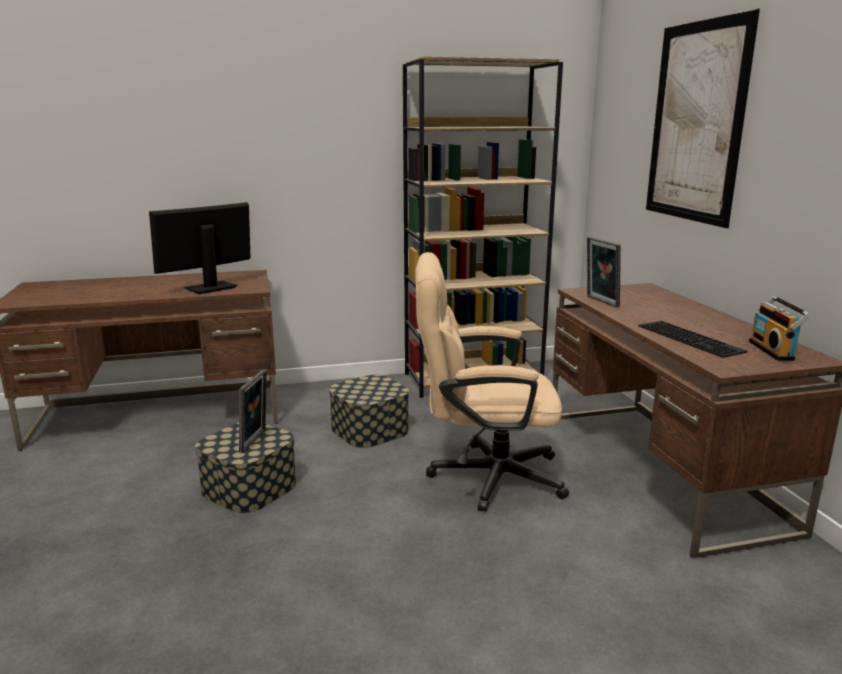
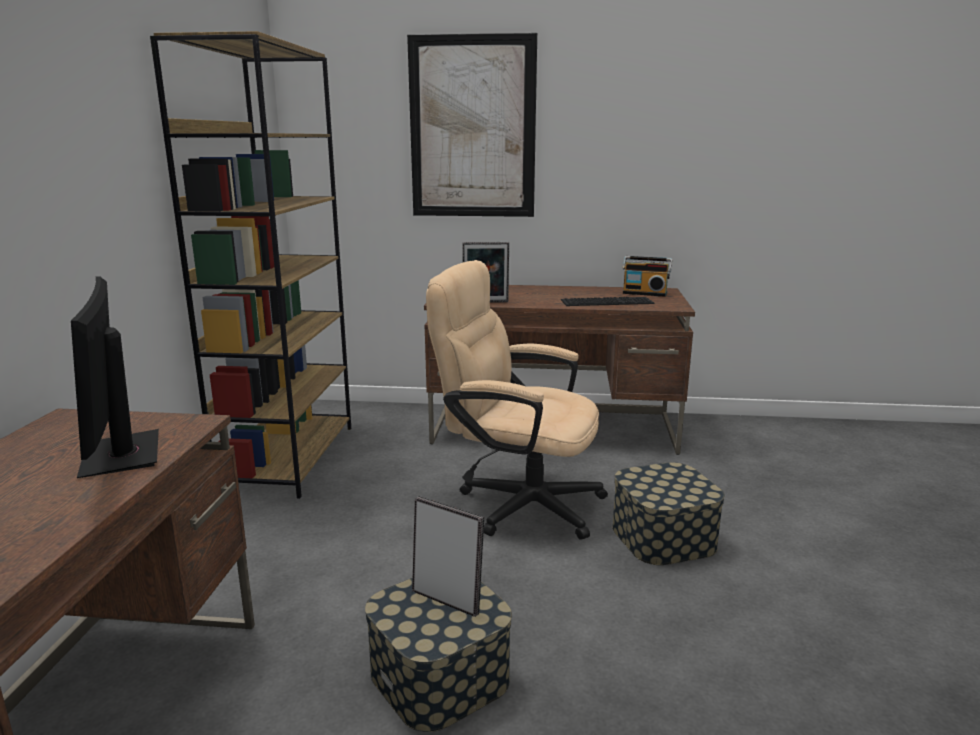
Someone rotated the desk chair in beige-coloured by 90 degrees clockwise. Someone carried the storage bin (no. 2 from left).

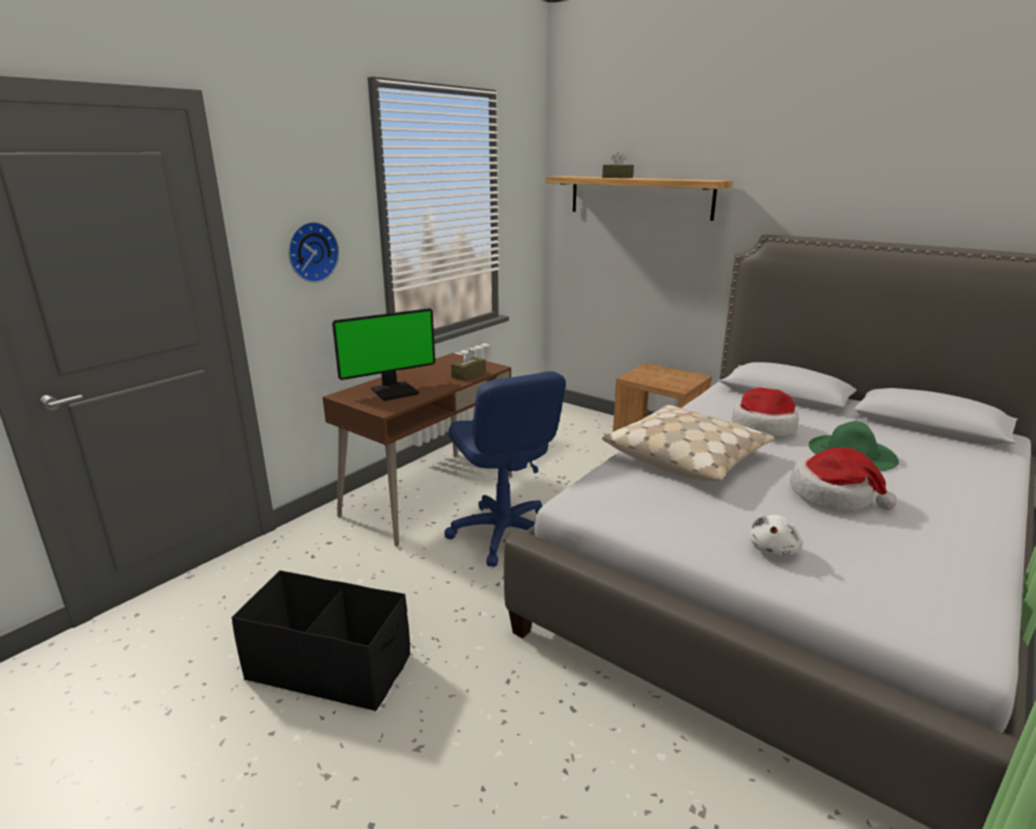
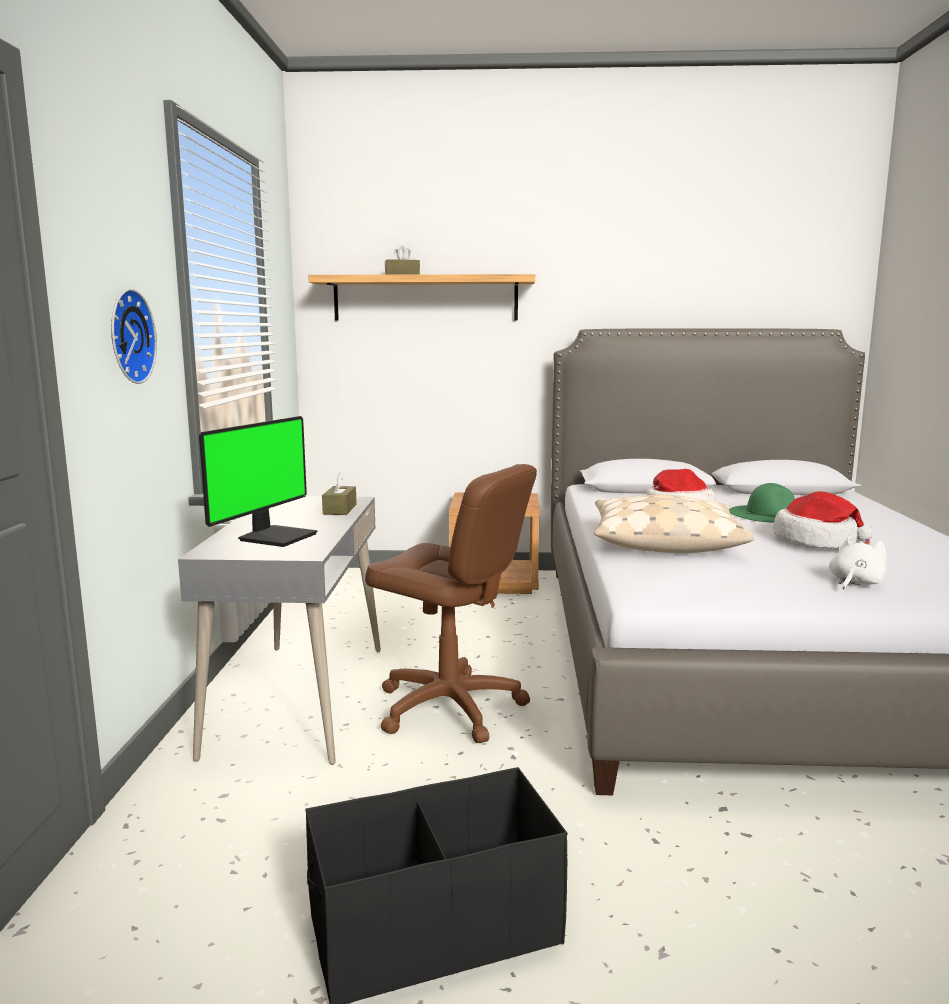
Someone repainted the desk table in brownish, which became the desk table in grey. Someone repainted the desk chair in bluish, which became the desk chair in brownish. Someone rotated the soft toy in white by 135 degrees counterclockwise.

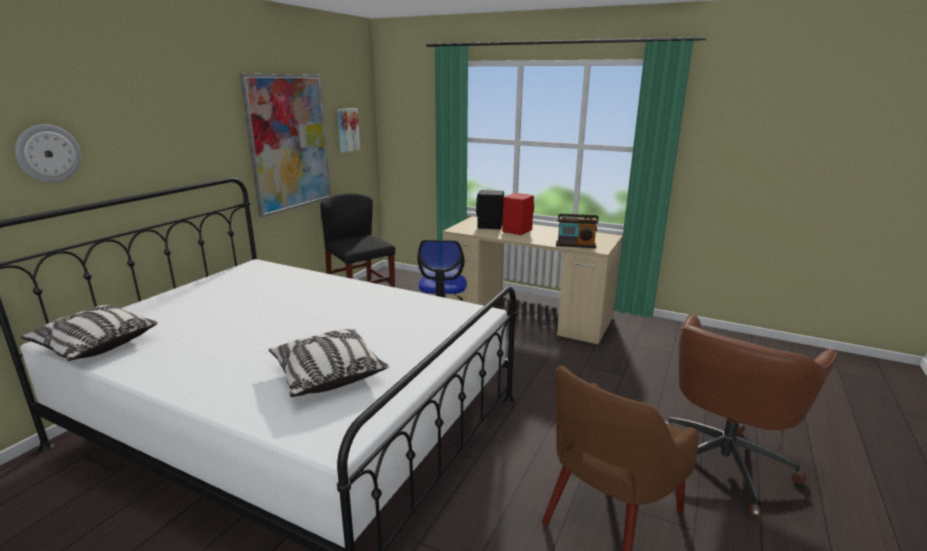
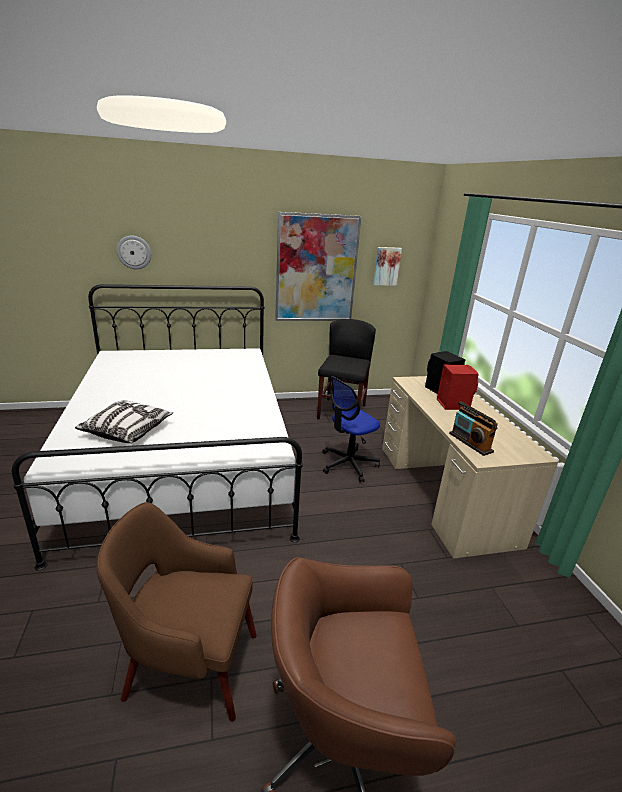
Someone took away the cushion (no. 1 from left).

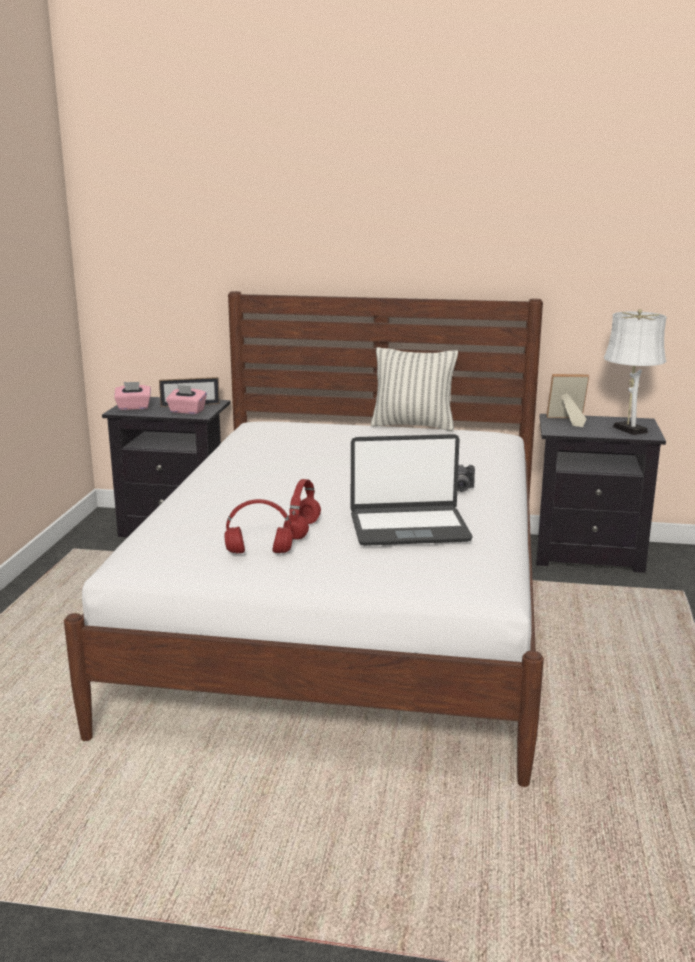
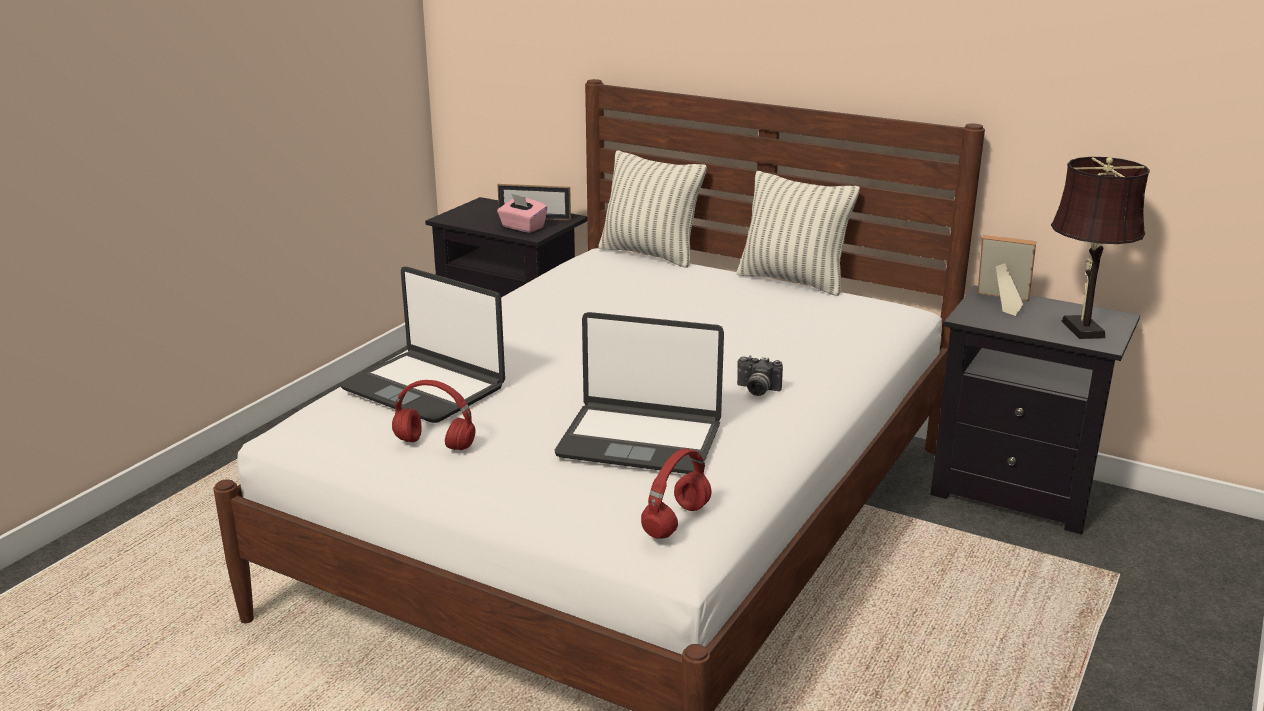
Someone repainted the table lamp in white, which became the table lamp in brownish. Someone took away the box of tissues in pink-coloured (no. 1 from left). Someone carried the headset in red (no. 2 from left). Someone put down the cushion (no. 1 from left). Someone put down the laptop (no. 1 from left).

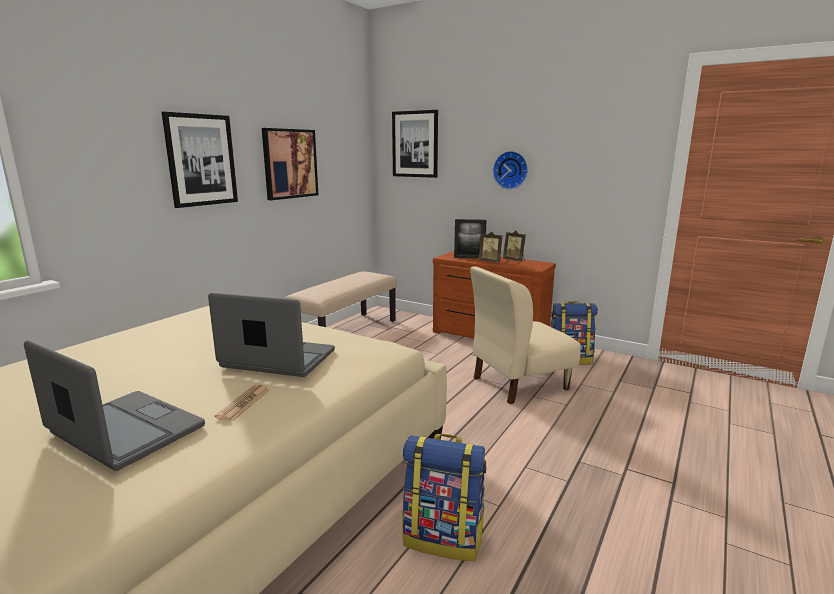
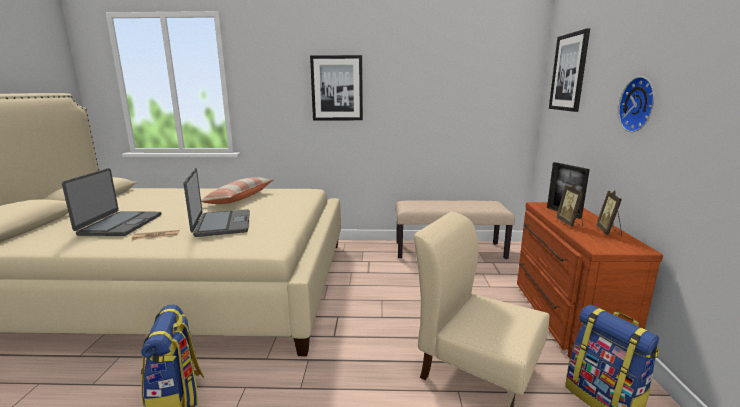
Someone took away the wall art (no. 2 from left). Someone put down the cushion.

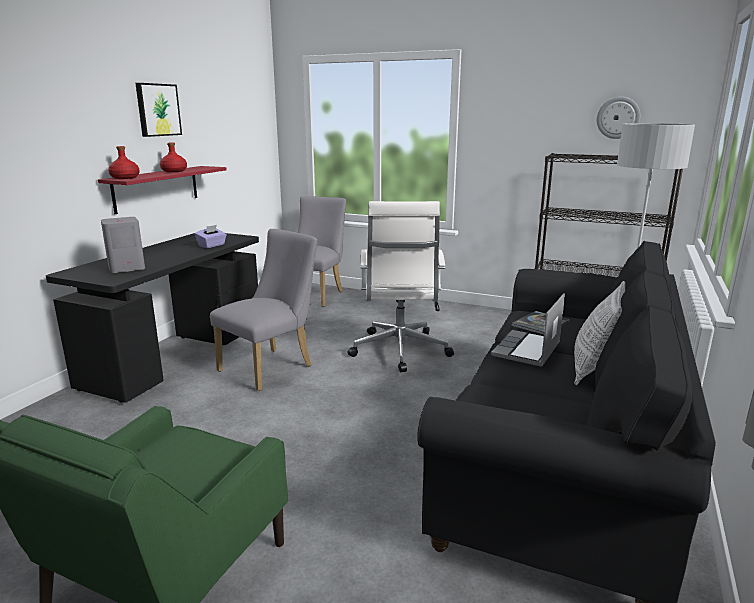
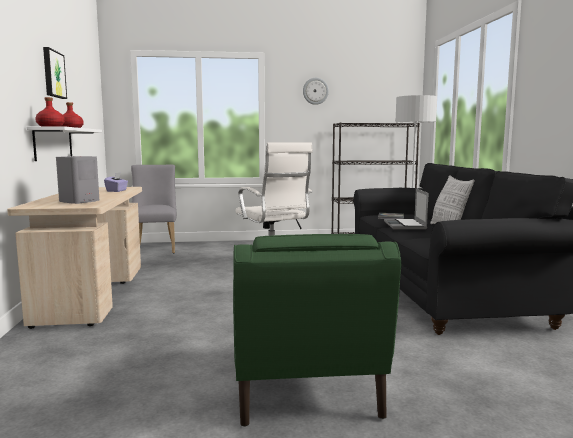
Someone carried the hanging clock. Someone repainted the bracket shelf in red, which became the bracket shelf in white. Someone took away the chair in grey (no. 1 from left). Someone repainted the desk table in black-coloured, which became the desk table in beige-coloured.

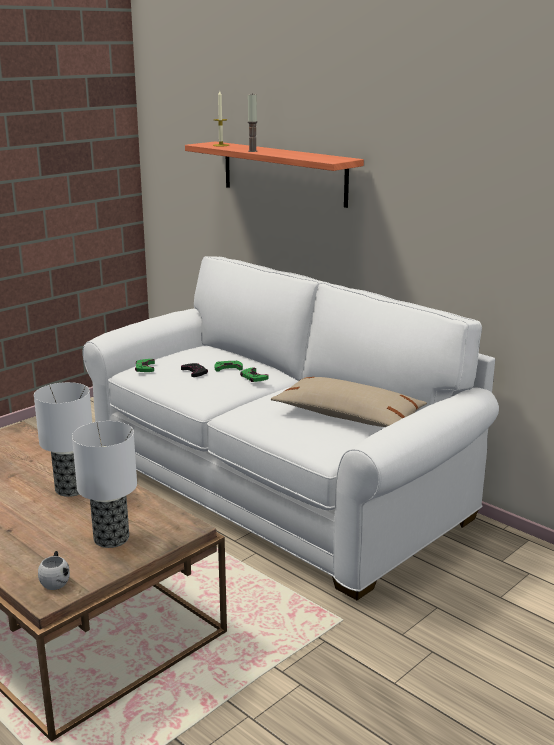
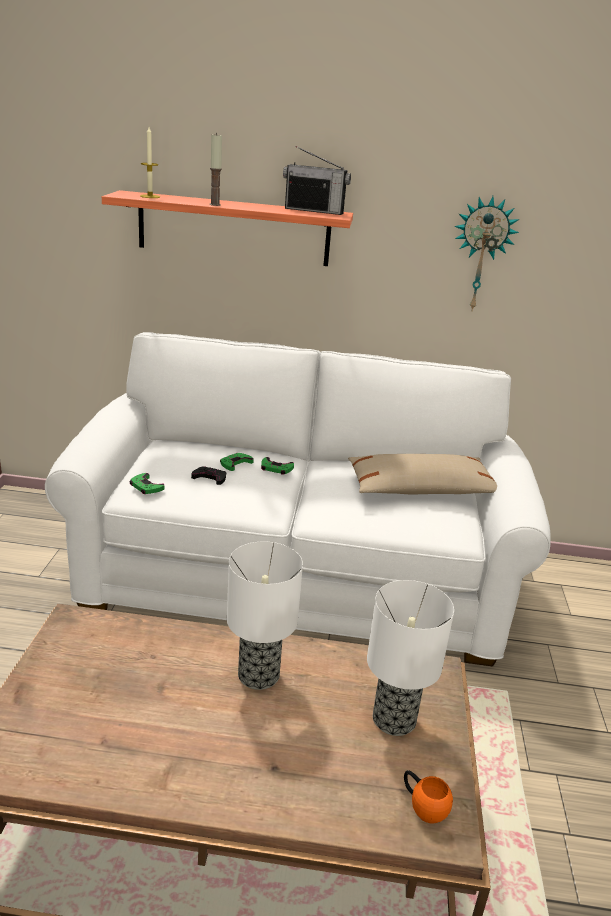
Someone repainted the coffee mug in white, which became the coffee mug in orangey. Someone put down the radio receiver. Someone put up the hanging clock.

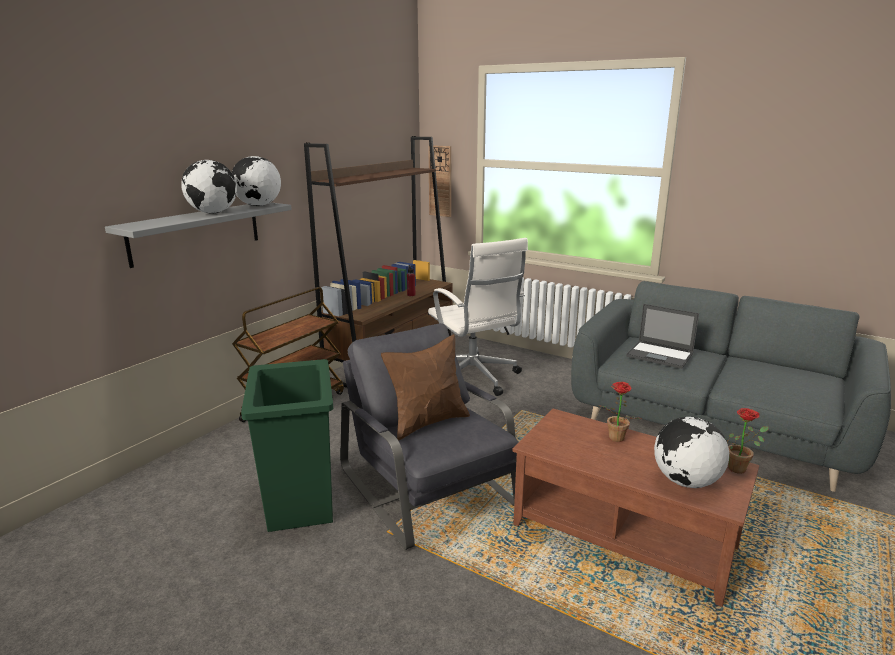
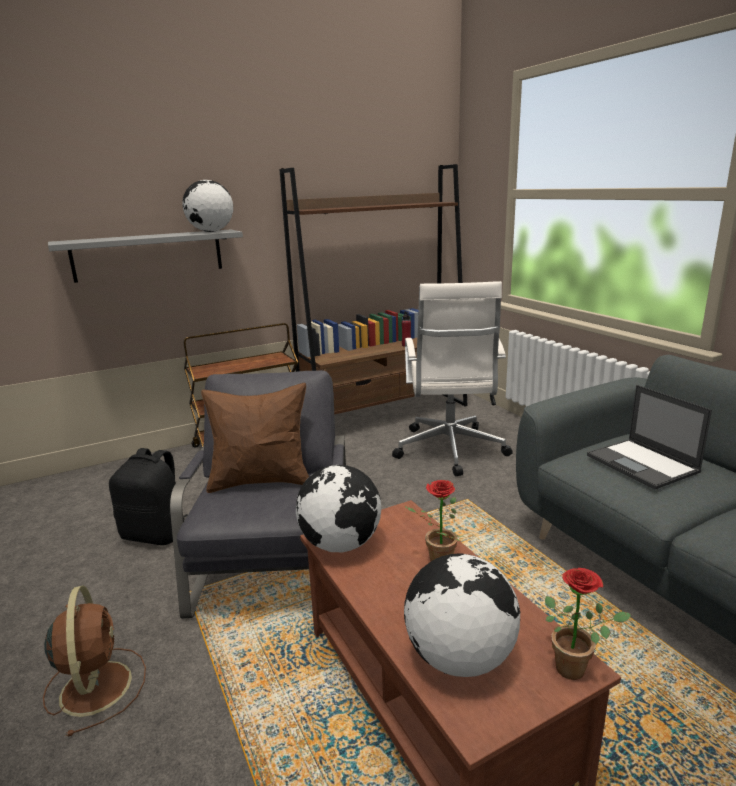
Someone took away the hanging clock. Someone carried the world globe (no. 1 from left in the first image). Someone swapped the waste bin in green-coloured for the rucksack in black-coloured. Someone put down the cooling fan in brownish.

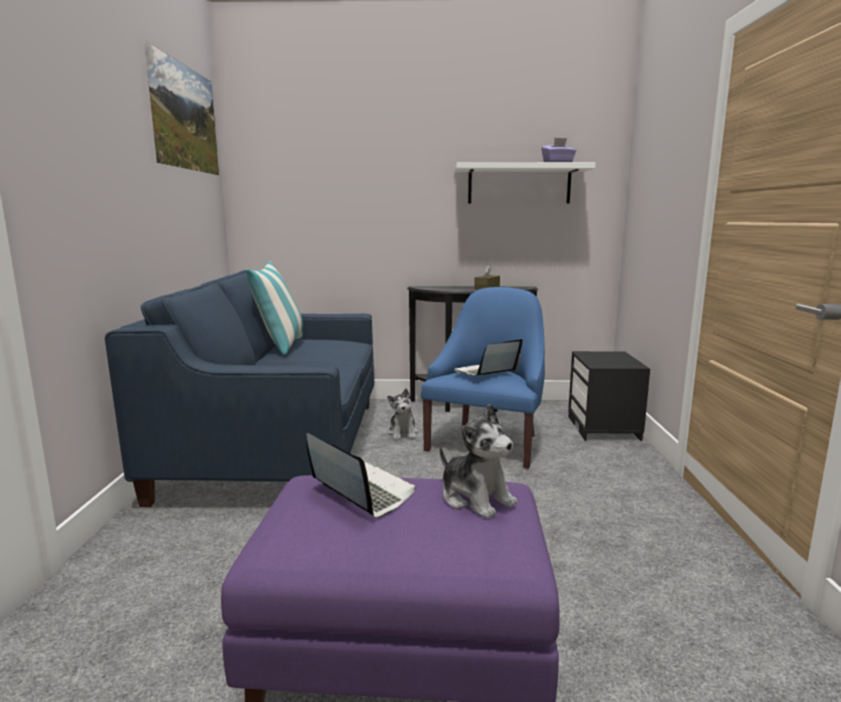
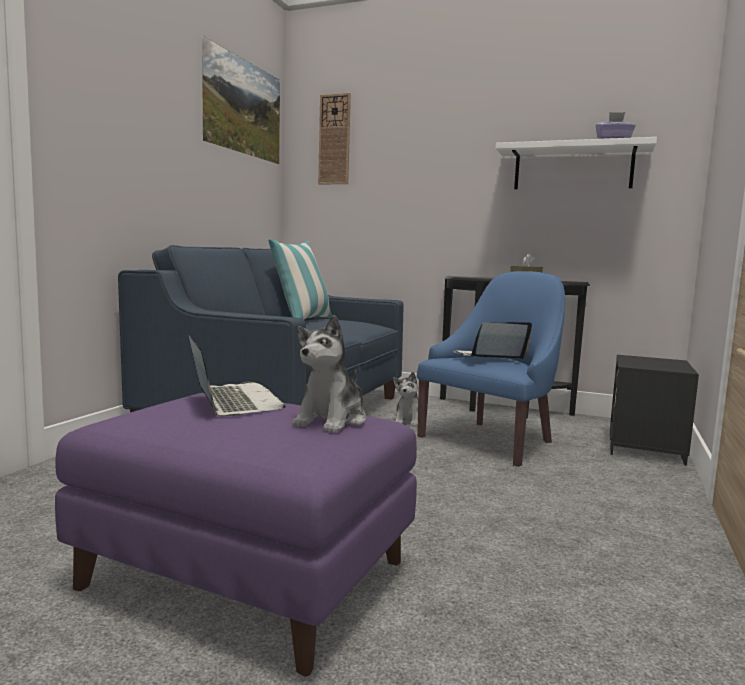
Someone rotated the soft toy (no. 2 from left in the first image) by 45 degrees clockwise. Someone put up the hanging clock.

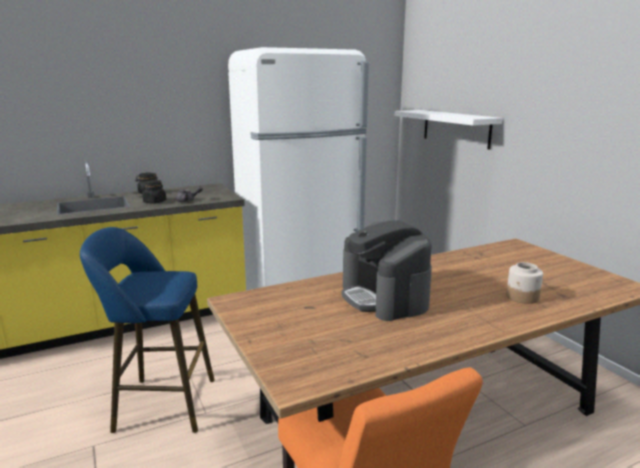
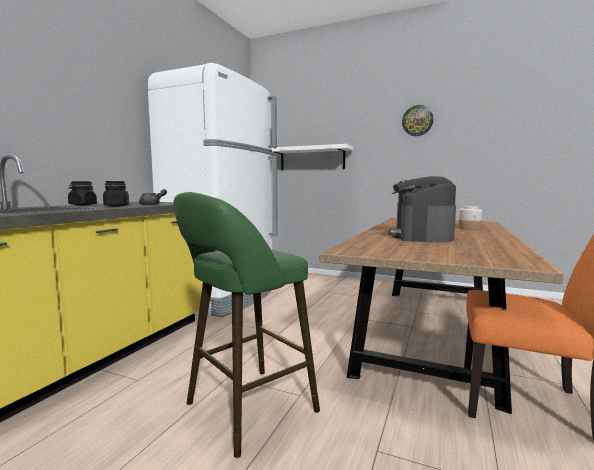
Someone rotated the coffee maker by 75 degrees clockwise. Someone repainted the stool seat in bluish, which became the stool seat in green-coloured. Someone put up the hanging clock.

